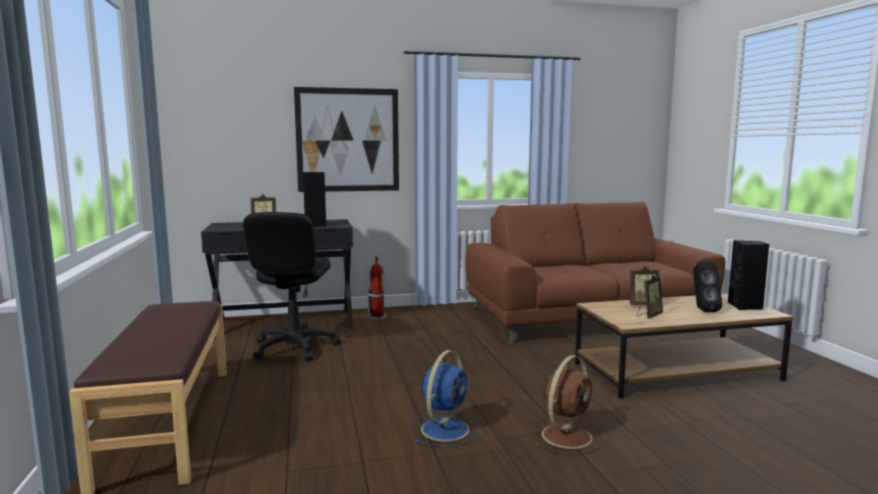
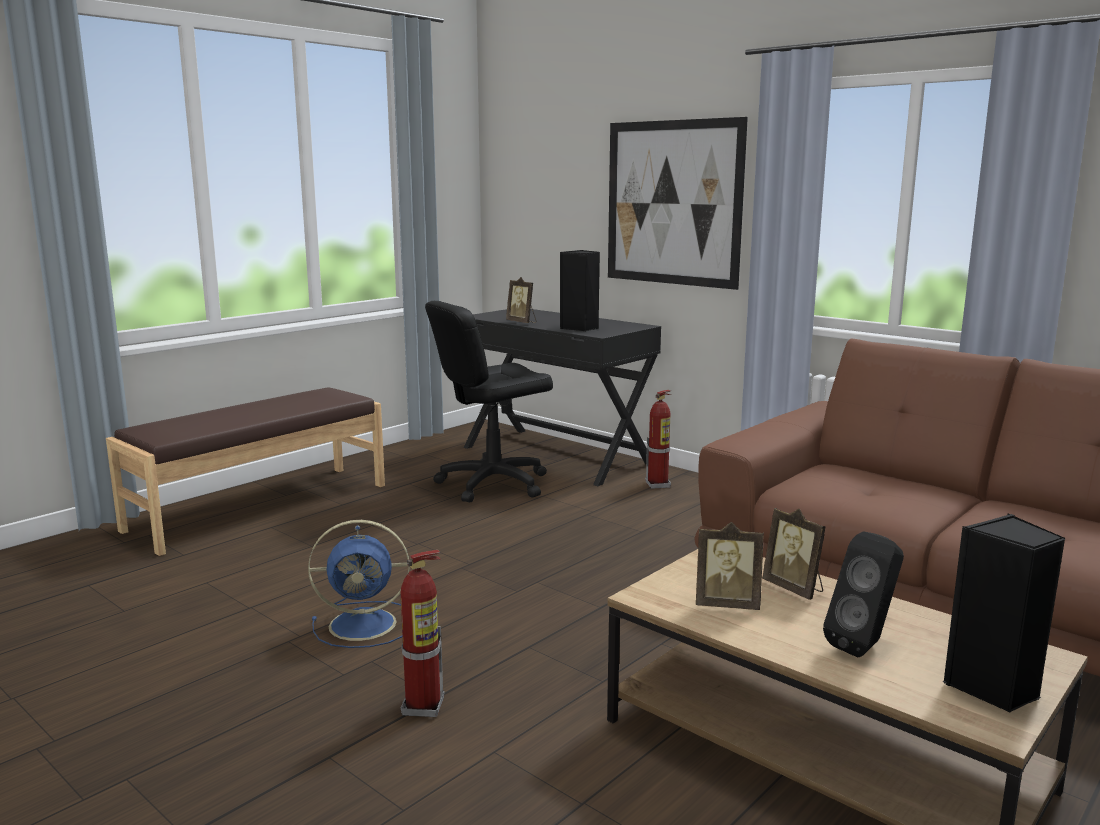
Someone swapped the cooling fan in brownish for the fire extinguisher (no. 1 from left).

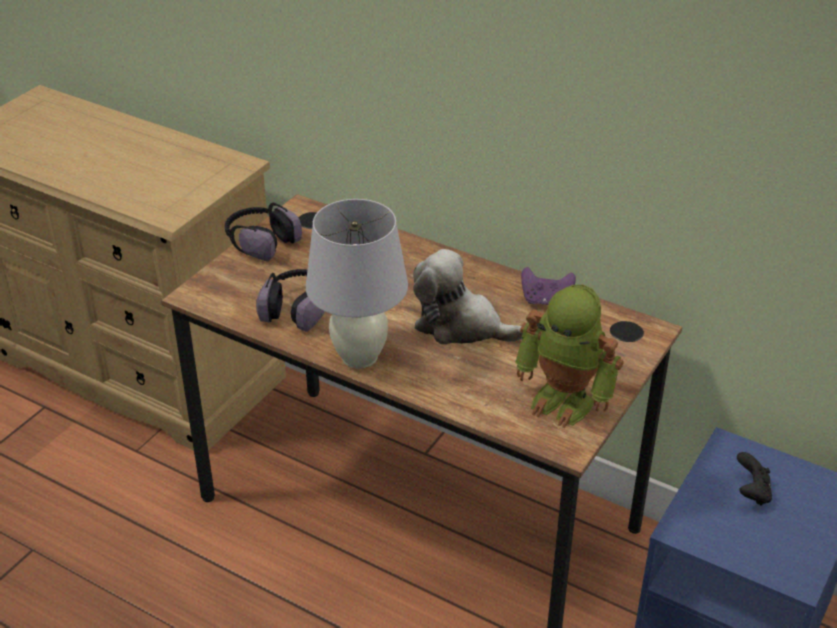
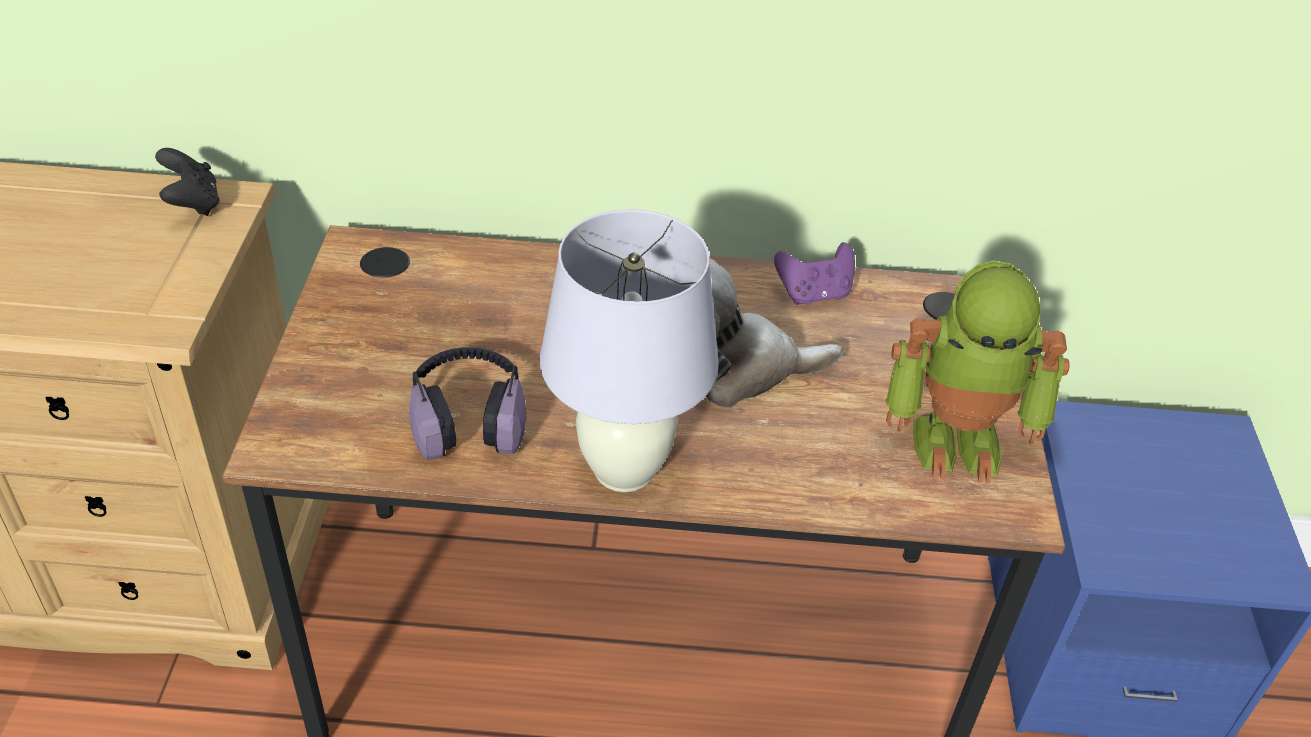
Someone took away the headset (no. 1 from left). Someone carried the game controller in black-coloured.

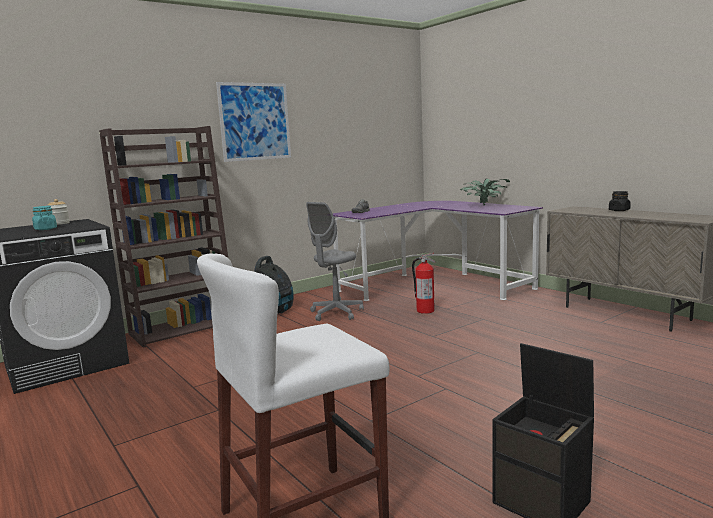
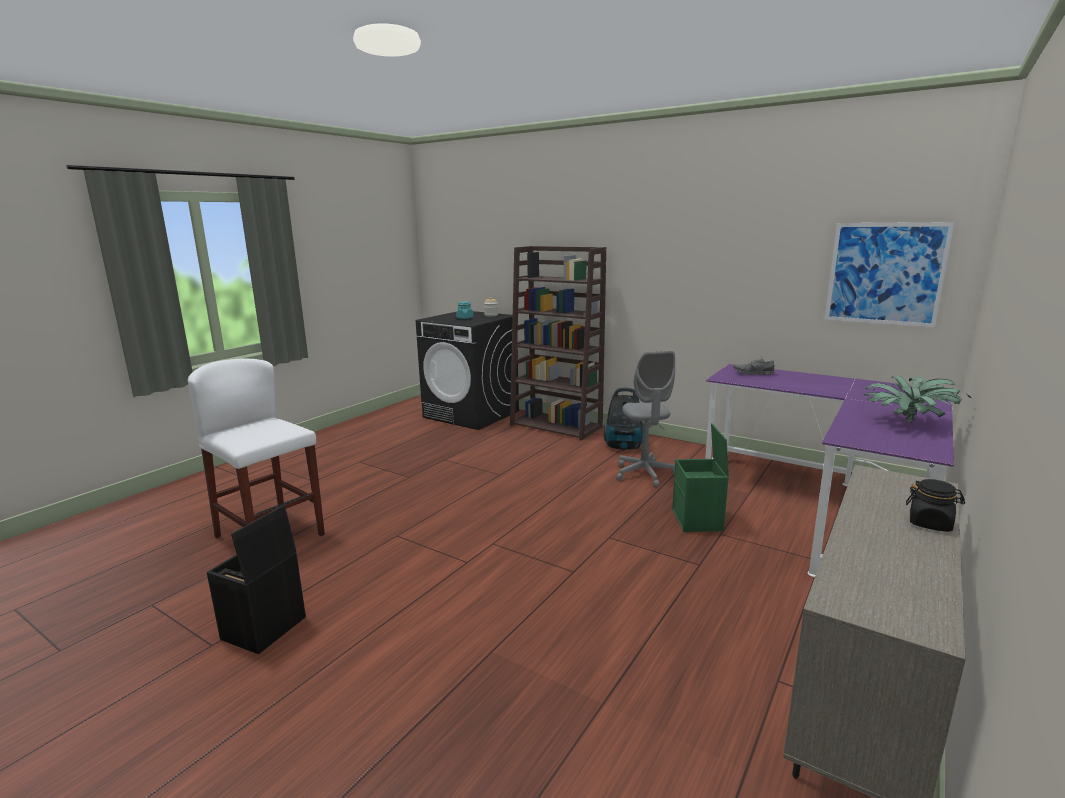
Someone carried the wall art. Someone rotated the desk chair in grey by 120 degrees counterclockwise. Someone swapped the fire extinguisher for the storage bin in green-coloured.

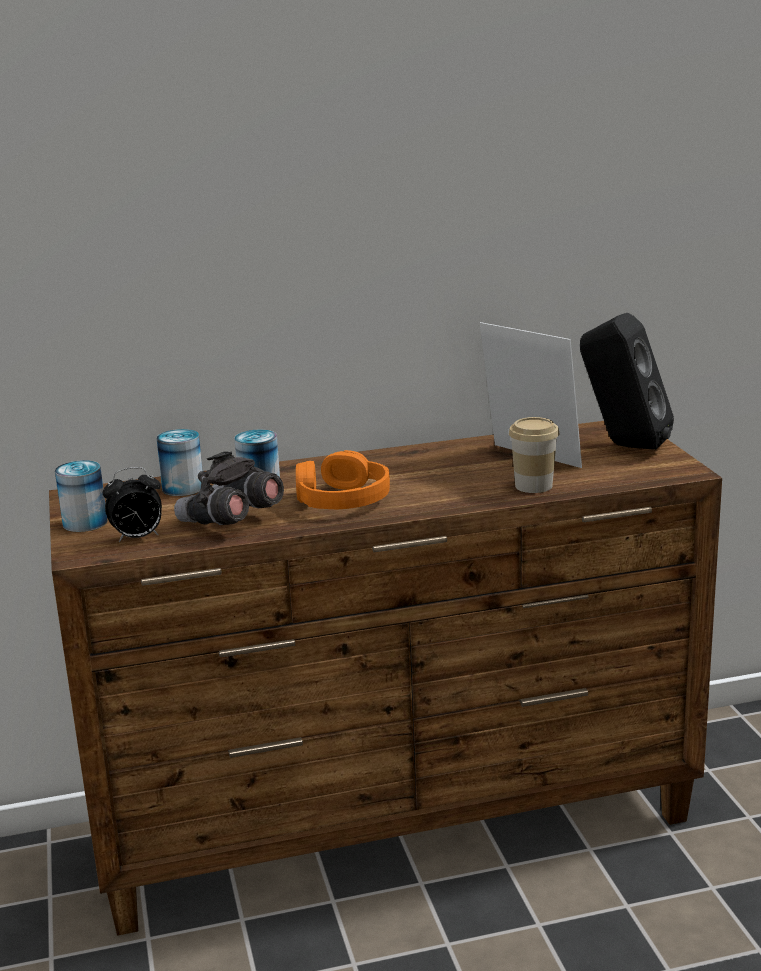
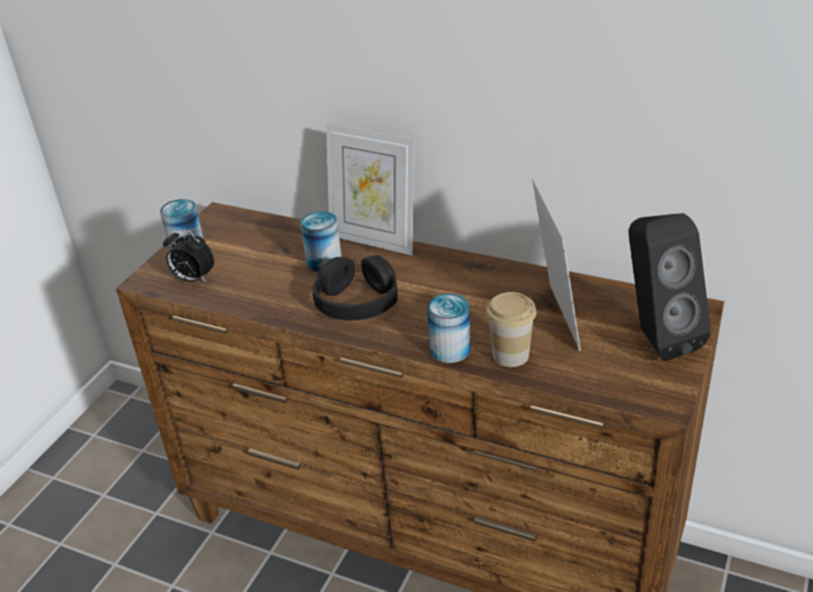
Someone carried the can (no. 2 from left in the first image). Someone repainted the headset in orangey, which became the headset in black-coloured. Someone took away the pair of binoculars in grey. Someone put down the standing frame (no. 1 from left).

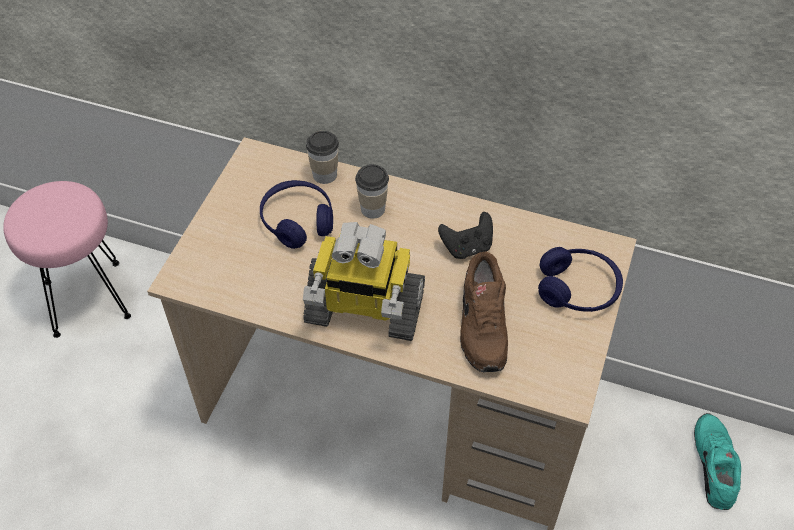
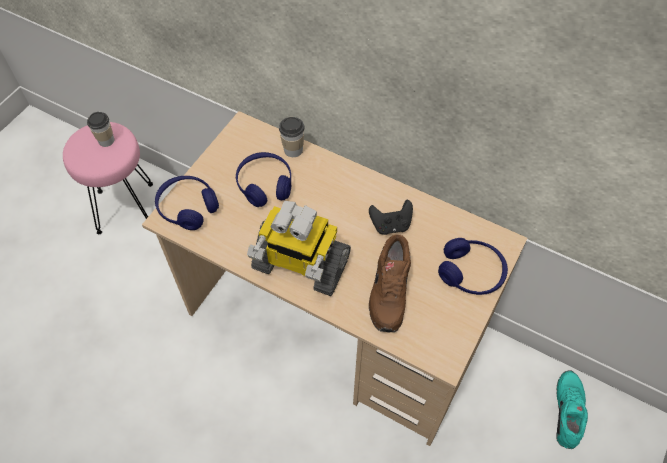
Someone carried the small cup (no. 2 from left in the first image). Someone put down the headset in bluish (no. 1 from left).

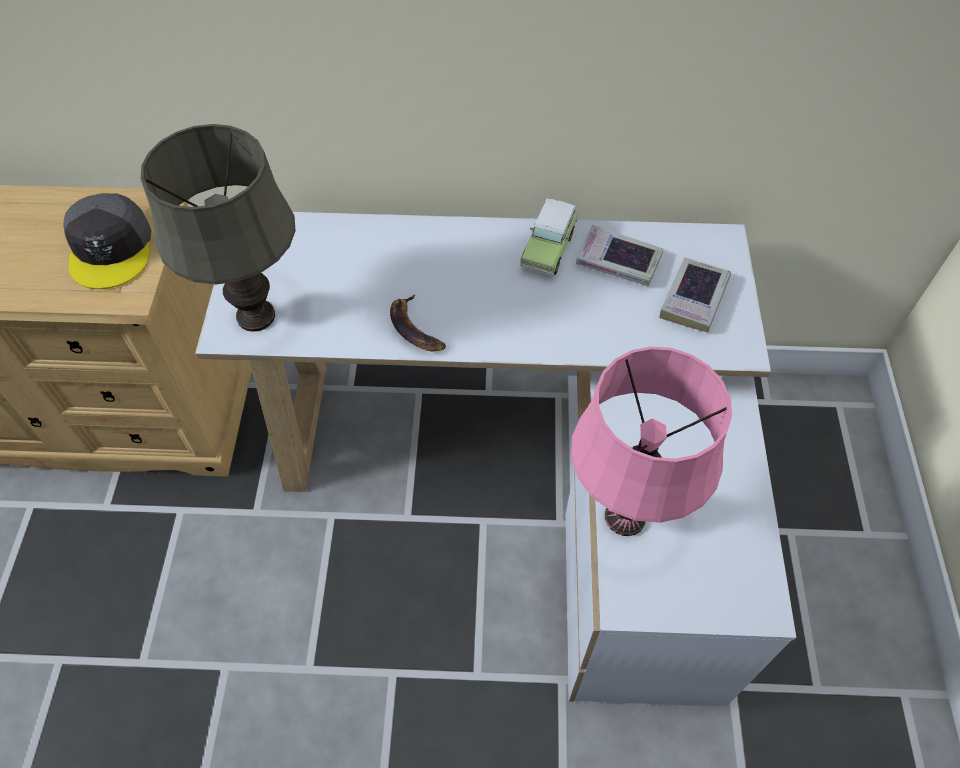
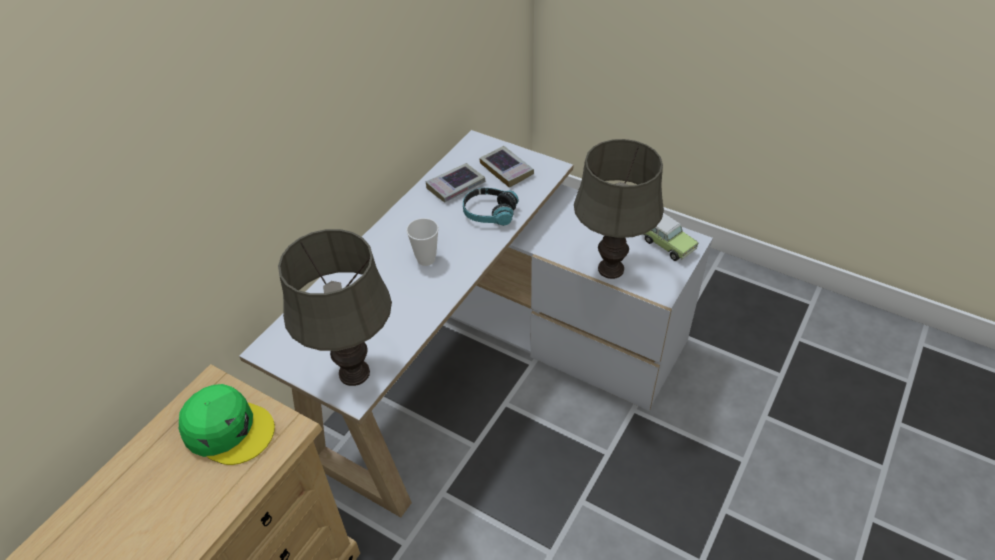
Someone repainted the peaked cap in grey, which became the peaked cap in green-coloured. Someone carried the model car. Someone took away the banana fruit. Someone repainted the table lamp in pink-coloured, which became the table lamp in grey (no. 2 from left). Someone put down the headset. Someone put down the small cup.

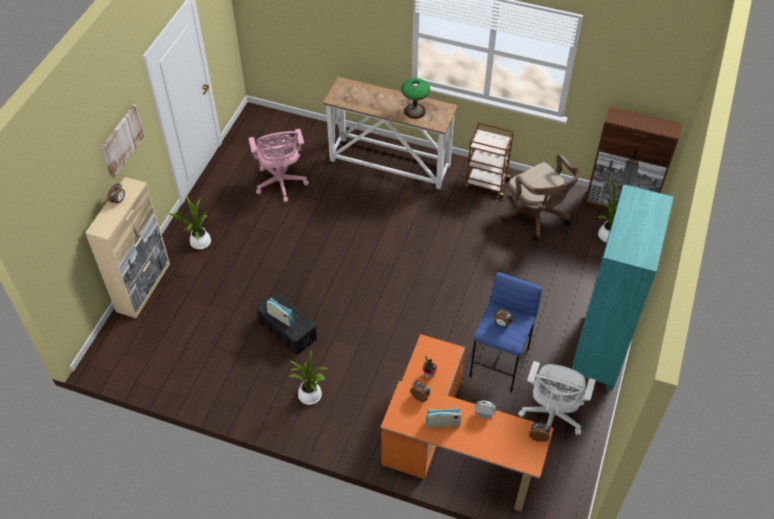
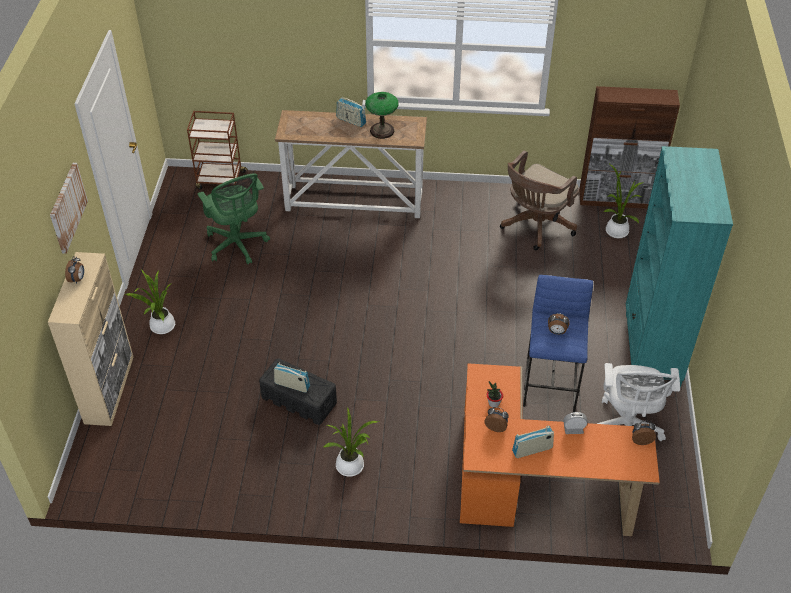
Someone carried the trolley in brownish. Someone repainted the desk chair in pink-coloured, which became the desk chair in green-coloured. Someone rotated the desk chair in brownish by 90 degrees clockwise. Someone put down the radio receiver (no. 2 from left).

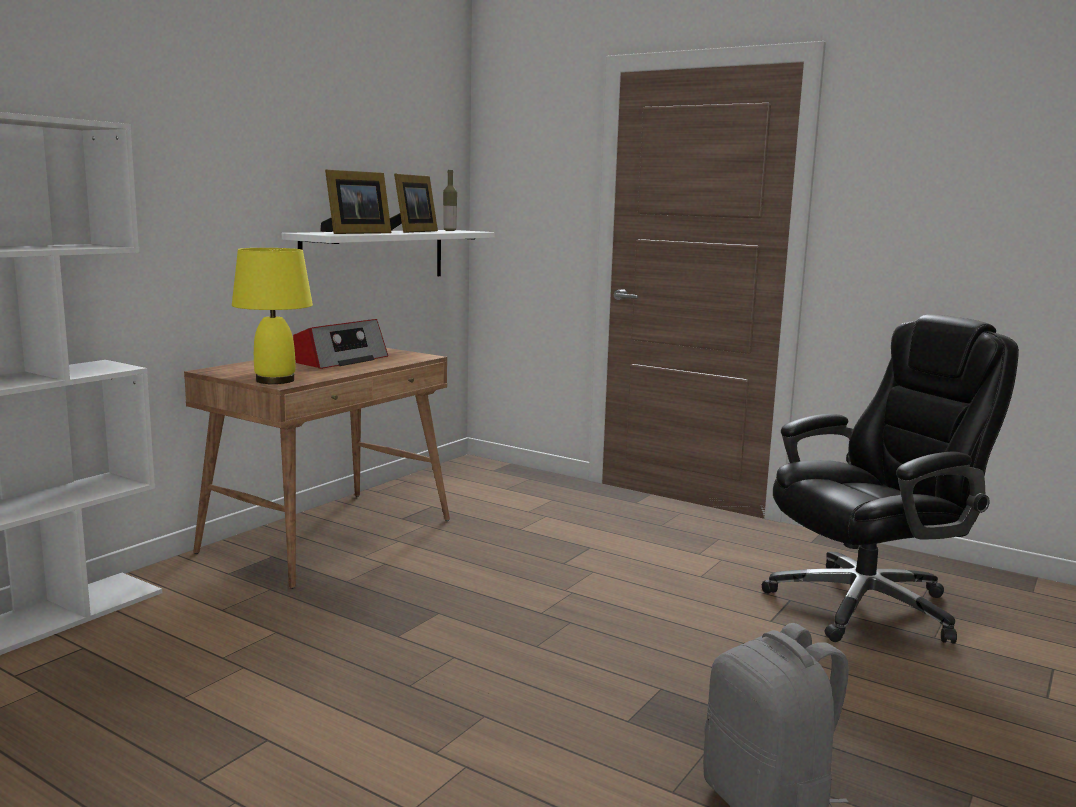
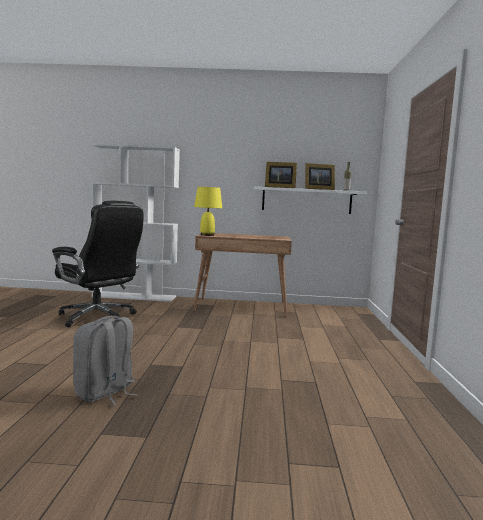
Someone carried the desk chair in black-coloured. Someone took away the radio receiver.

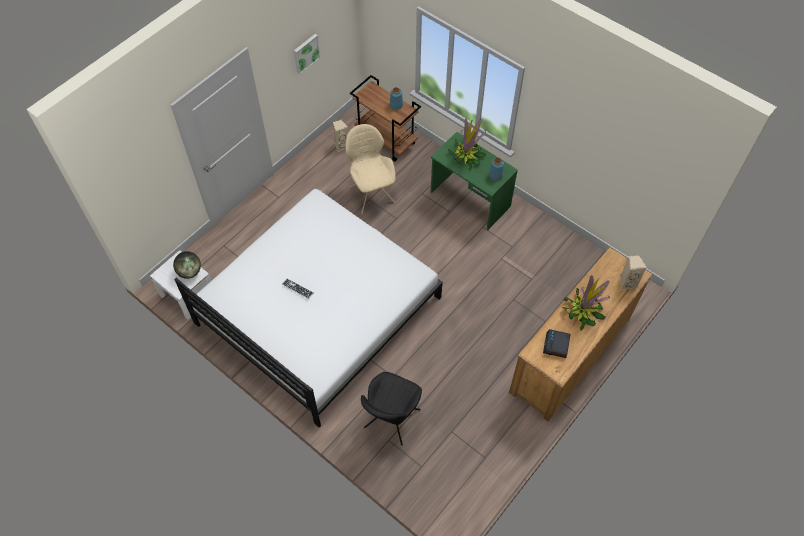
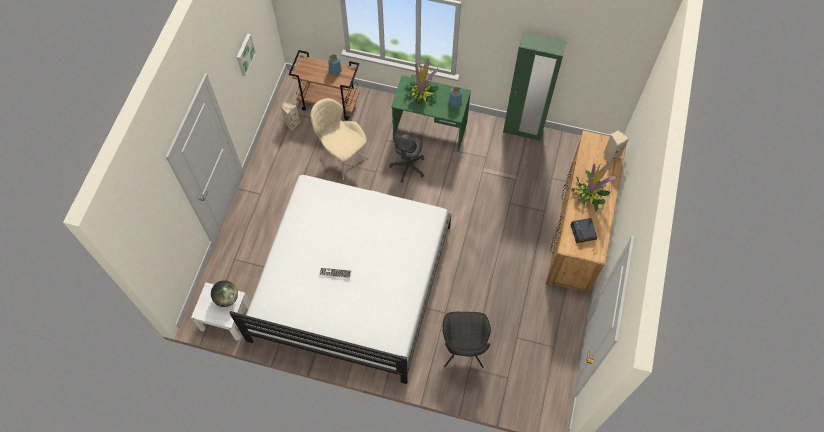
Someone put down the wardrobe in green-coloured. Someone put down the desk chair in grey.

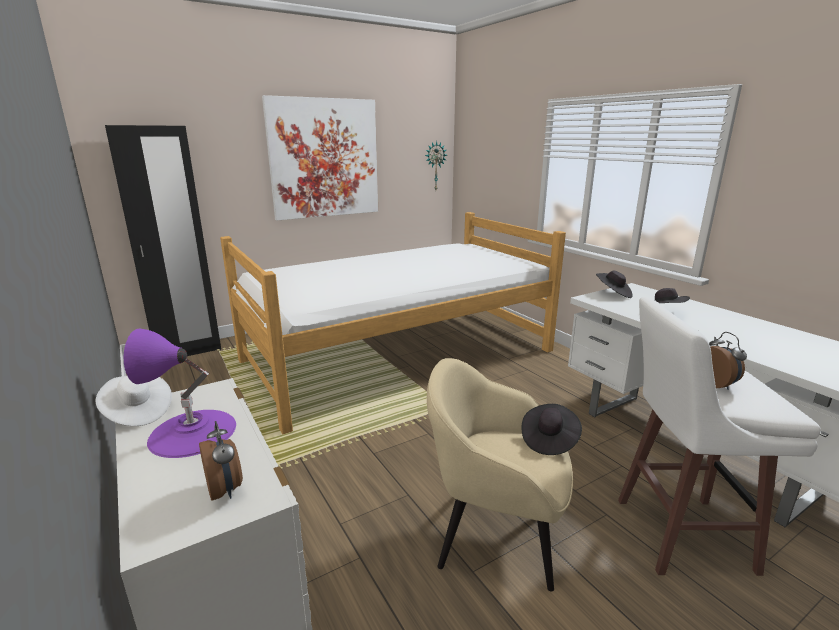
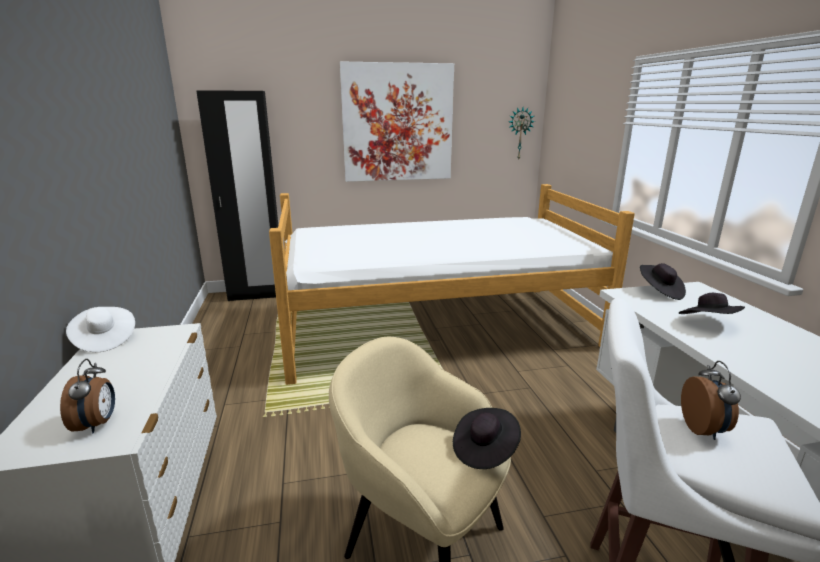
Someone took away the table lamp in purple-coloured.

